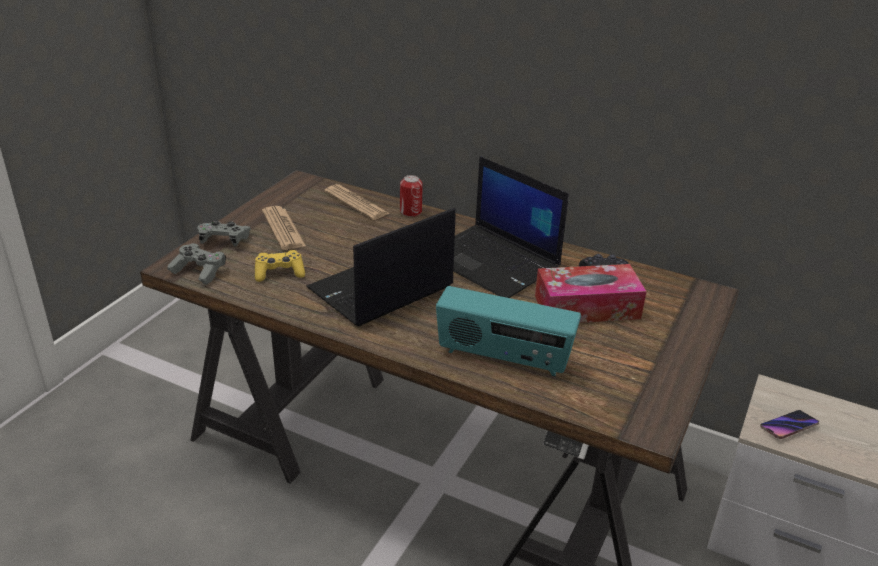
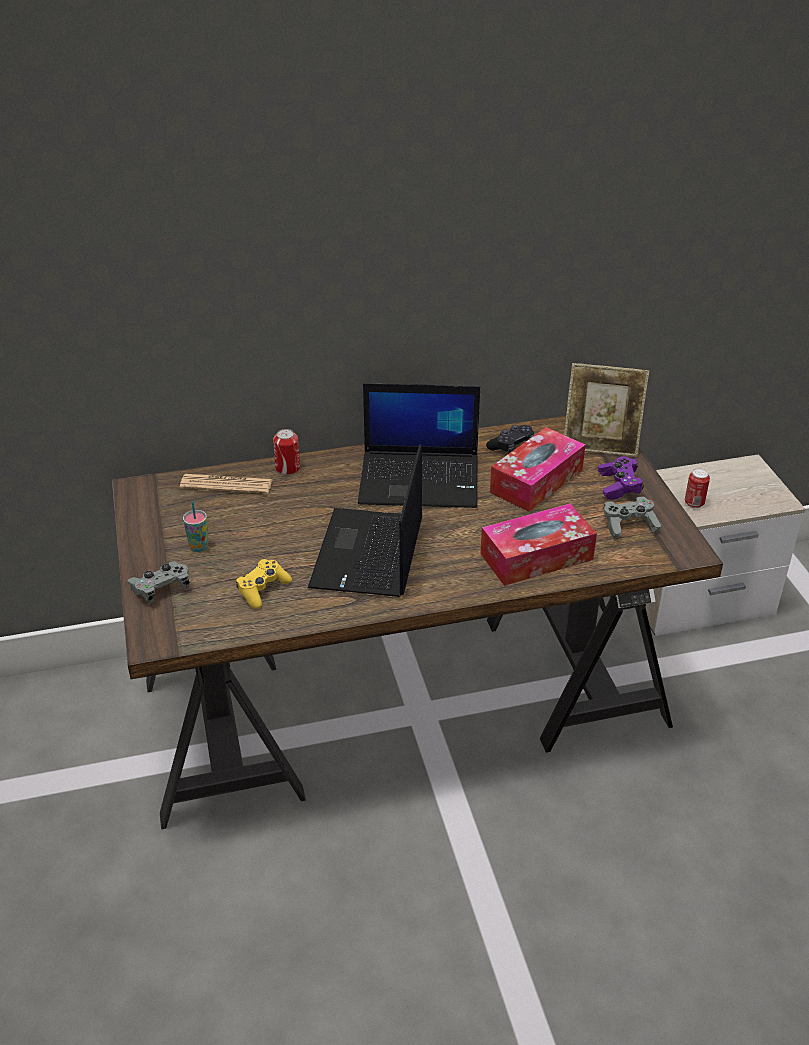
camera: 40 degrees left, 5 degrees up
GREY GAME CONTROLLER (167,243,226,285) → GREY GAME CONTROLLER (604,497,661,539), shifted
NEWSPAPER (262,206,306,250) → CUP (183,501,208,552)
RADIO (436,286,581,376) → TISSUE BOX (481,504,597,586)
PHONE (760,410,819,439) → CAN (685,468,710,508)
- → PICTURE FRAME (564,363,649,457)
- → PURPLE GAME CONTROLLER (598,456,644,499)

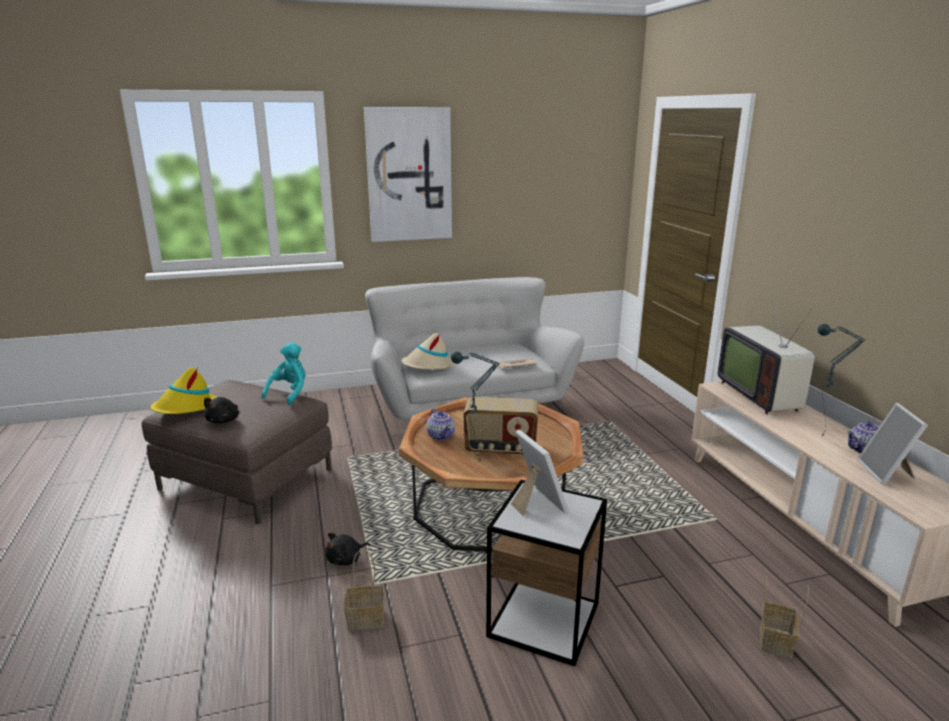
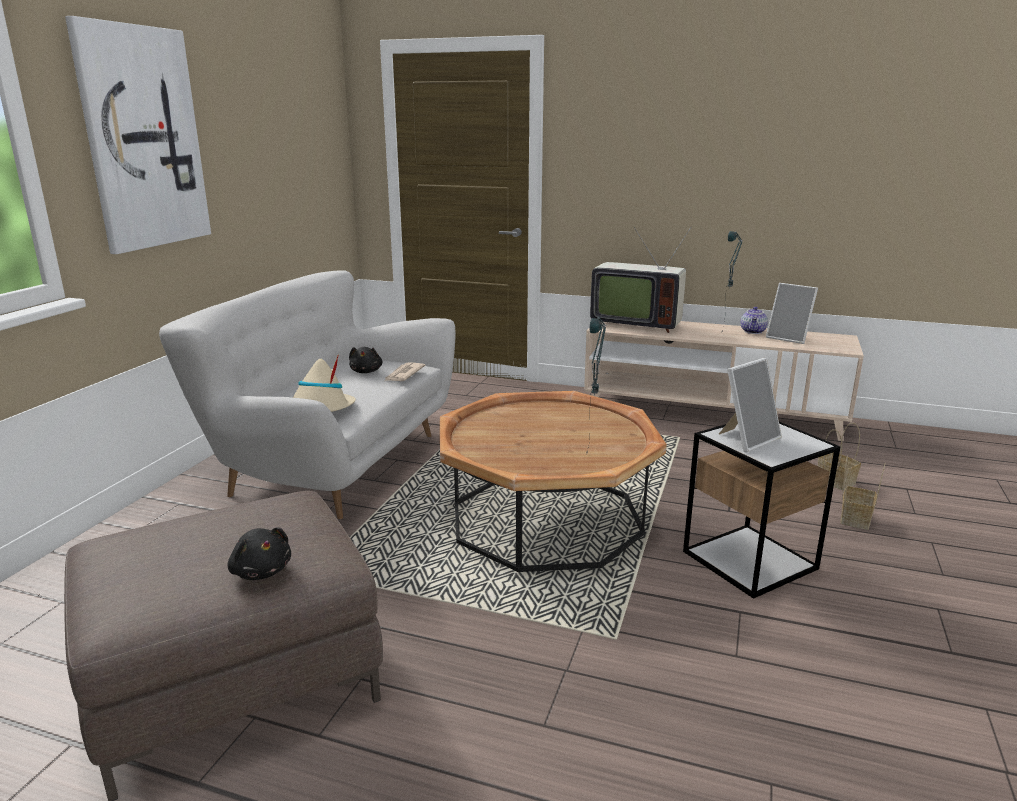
camera: 55 degrees left, 0 degrees up
YELLOW HAT (150,367,217,414) → -
TURQUOISE PLUSH TOY (262,342,306,405) → -
BLACK PLUSH TOY (325,533,370,565) → BLACK PLUSH TOY (349,347,382,373), shifted
BASKET (344,550,384,630) → BASKET (841,455,886,530), shifted
TEAPOT (426,409,455,441) → -
RADIO (463,397,538,456) → -
PICTURE FRAME (511,430,568,516) → PICTURE FRAME (719,358,782,453), 135 degrees clockwise

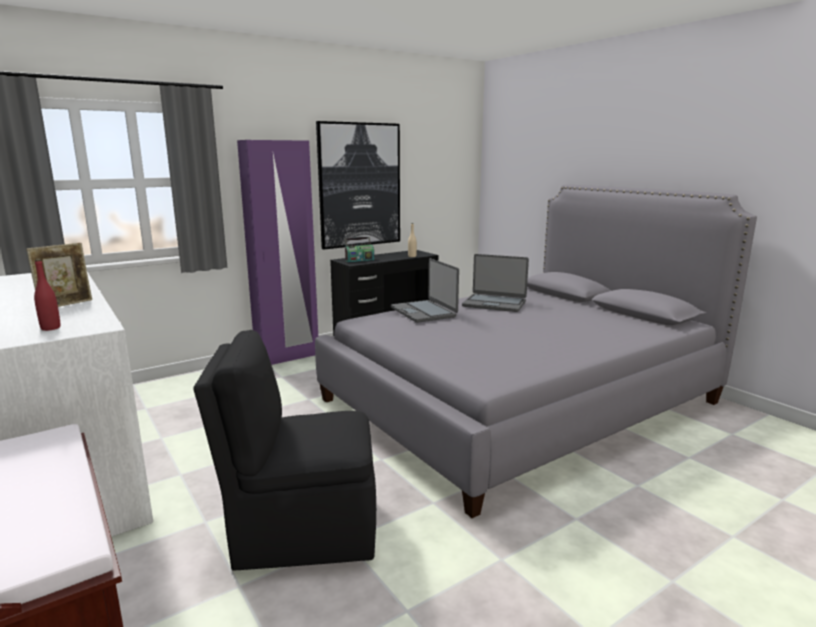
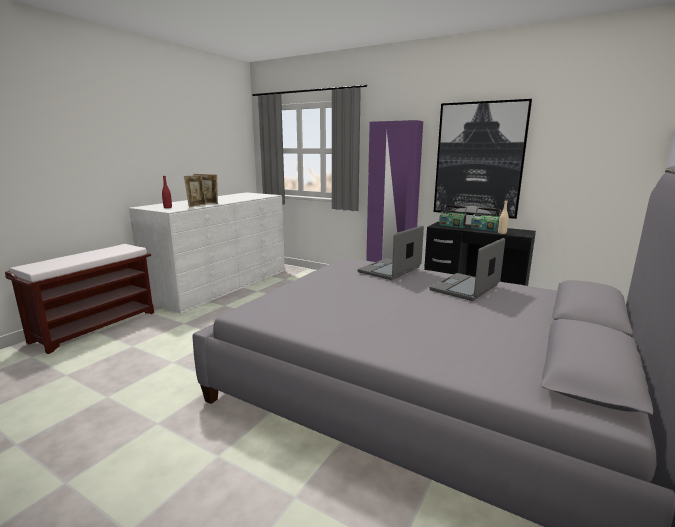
camera: 65 degrees right, 0 degrees up
BLACK CHAIR (193,330,376,571) → -
LAPTOP (462,254,529,312) → LAPTOP (429,238,505,301), 45 degrees clockwise
- → PICTURE FRAME (184,175,206,208)
- → RADIO (471,207,501,231)

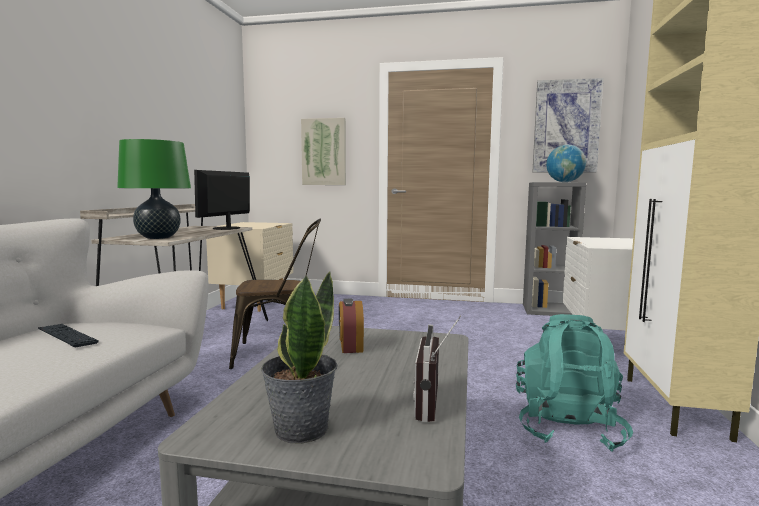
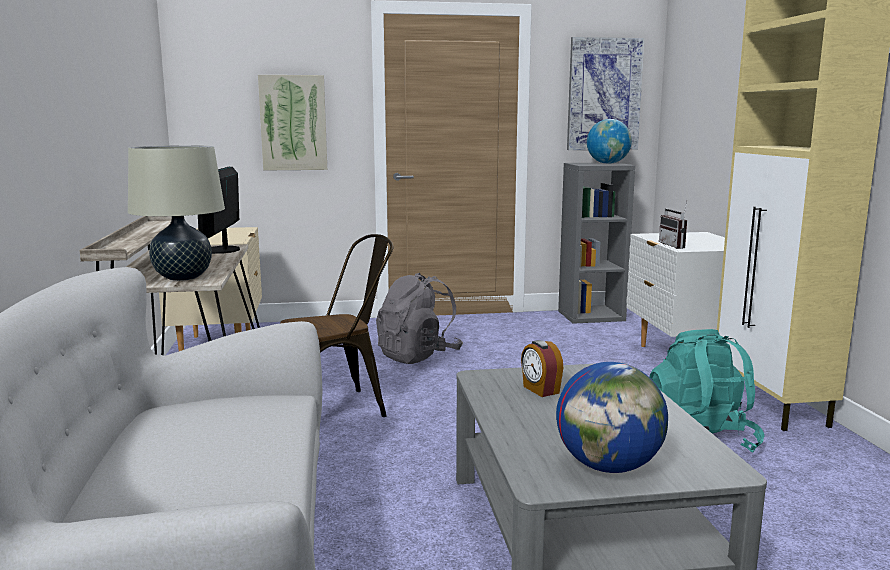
camera: 20 degrees left, 5 degrees up
KEYBOARD (38,324,99,347) → -
GREEN TABLE LAMP (117,139,191,239) → BEIGE TABLE LAMP (128,145,225,281)
POTTED PLANT (261,271,337,444) → GLOBE (556,362,668,473)
RADIO (413,315,461,422) → RADIO (659,202,687,249), shifted
- → GREY BACKPACK (376,273,463,364)

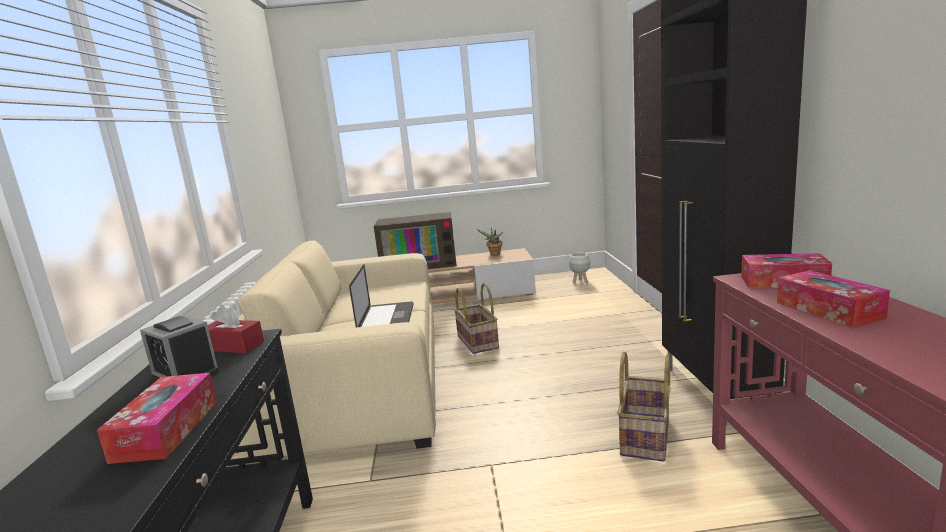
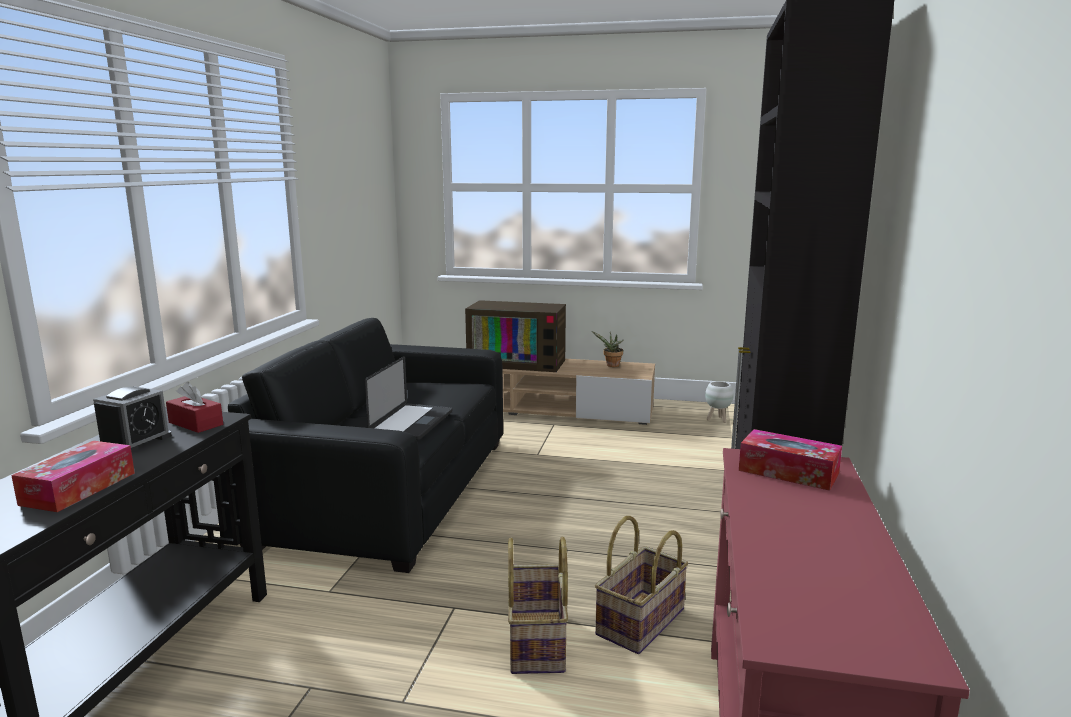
camera: 15 degrees right, 0 degrees up
ALARM CLOCK (140,315,220,380) → ALARM CLOCK (93,386,172,452), 120 degrees counterclockwise
BEIGE SOFA (238,240,436,462) → BLACK SOFA (214,318,503,573)
BASKET (454,283,499,354) → BASKET (508,536,568,674), shifted
TISSUE BOX (777,270,890,328) → -

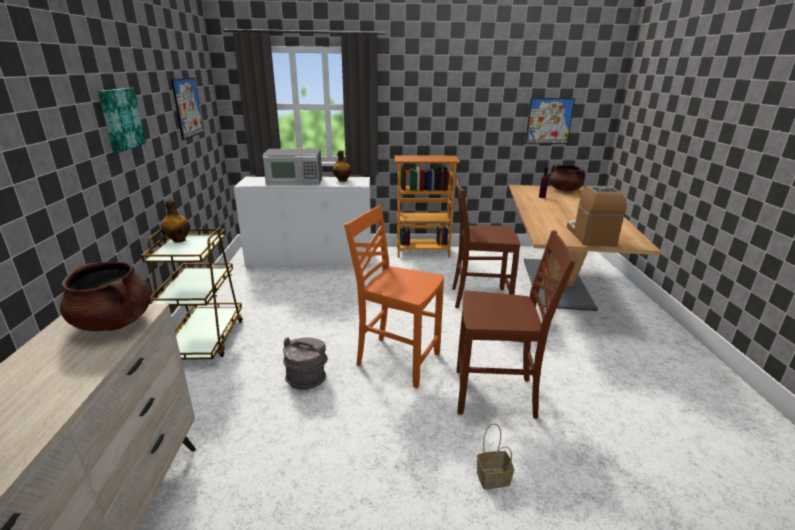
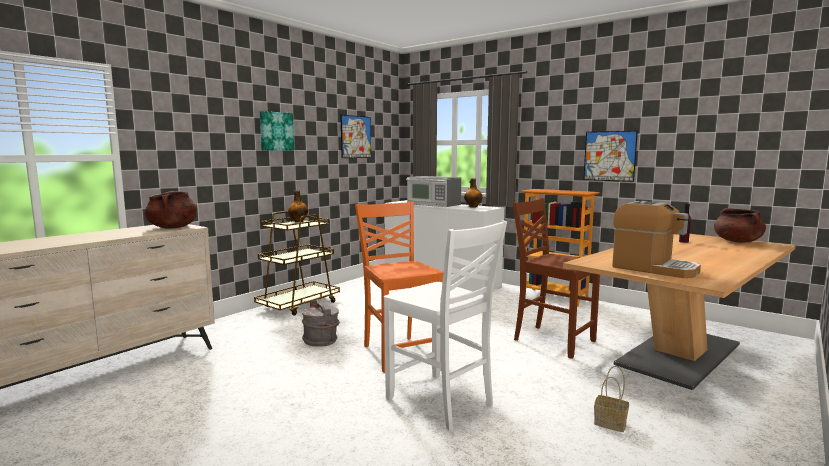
camera: 40 degrees right, 15 degrees down
BROWN CHAIR (457,230,576,419) → WHITE CHAIR (384,220,507,431)
BASKET (477,424,514,489) → BASKET (594,366,629,432), shifted
PICTURE (525,98,575,144) → PICTURE (583,131,638,182), shifted
COFFEE MACHINE (567,186,626,246) → COFFEE MACHINE (612,201,701,278), 90 degrees clockwise

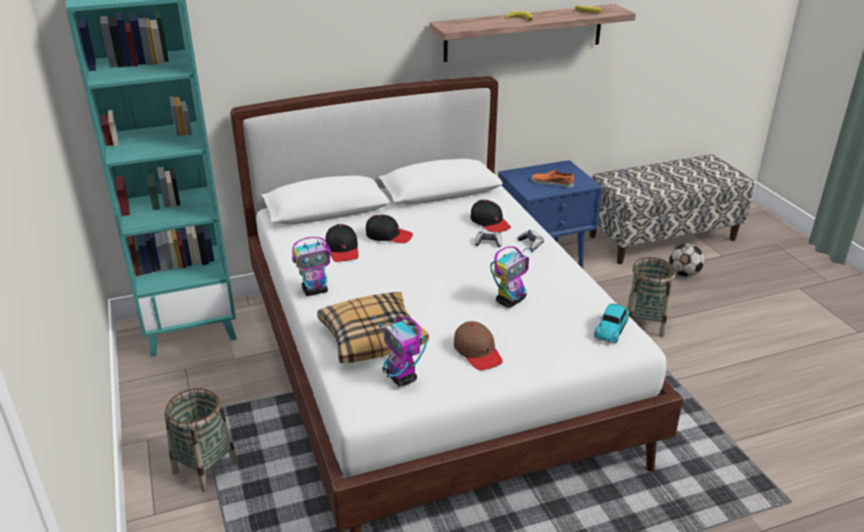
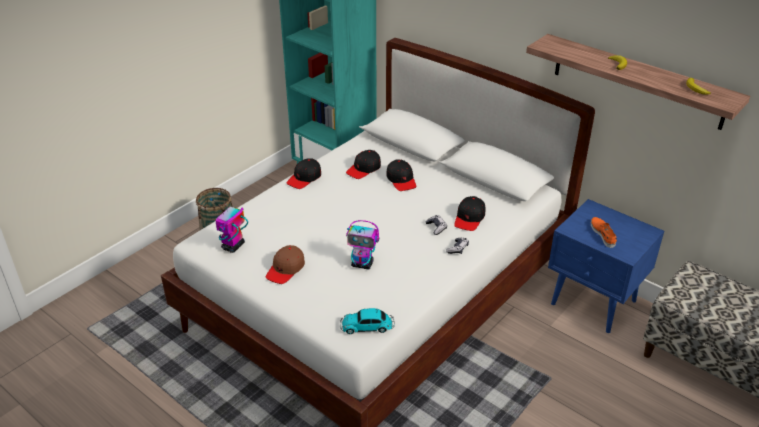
camera: 60 degrees right, 5 degrees up
TOY ROBOT (292,237,331,296) → BLACK CAP (287,158,321,189)
PILLOW (317,292,429,363) → -
BASKET (627,257,676,337) → -
FOOTBALL (669,243,704,277) → -

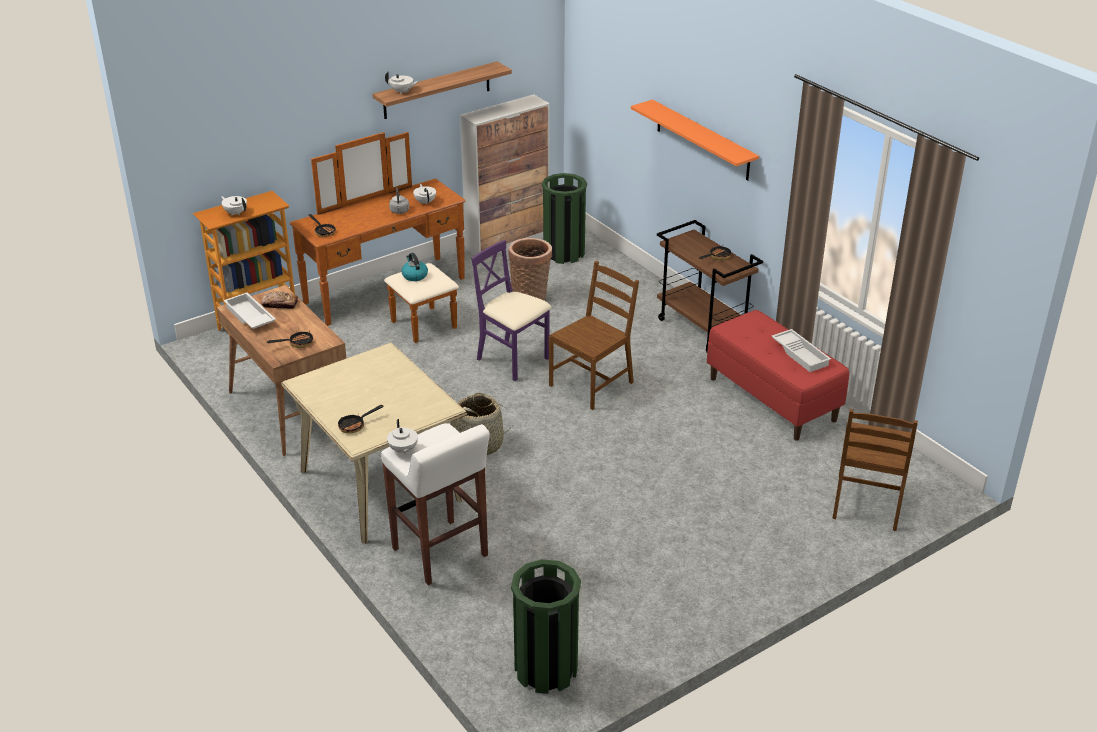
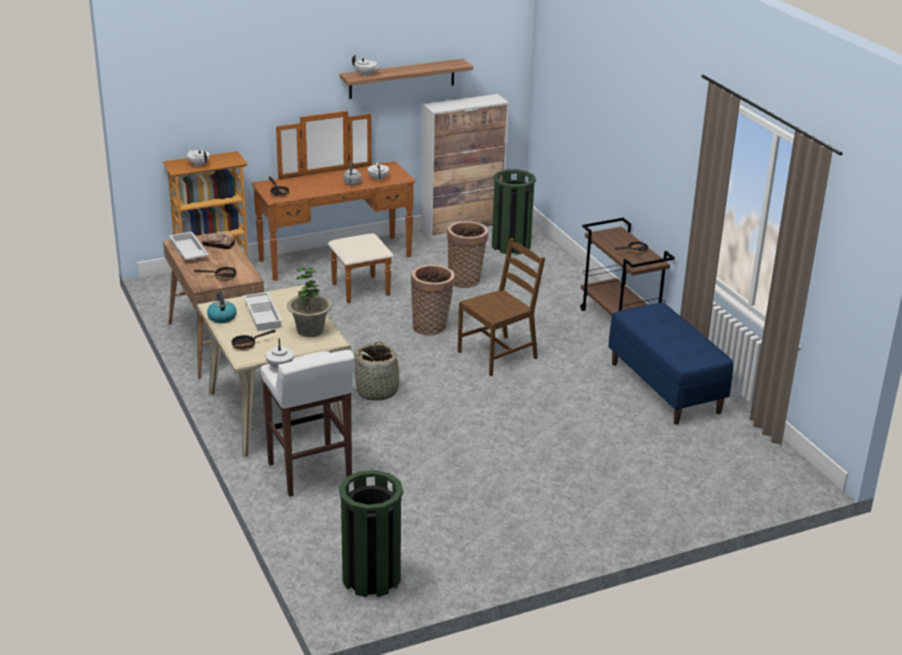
camera: 10 degrees right, 5 degrees down
KETTLE (401,253,428,281) → KETTLE (207,292,237,323), shifted
PURPLE CHAIR (471,240,552,381) → BASKET (411,265,455,336)
ORANGE SHELF (631,100,759,181) → -
RED BENCH (707,310,849,441) → BLUE BENCH (608,303,733,425)
WHITE TRAY (771,329,831,372) → WHITE TRAY (243,292,282,331), shifted
BROWN CHAIR (832,409,918,531) → -
- → POTTED PLANT (287,268,332,337)

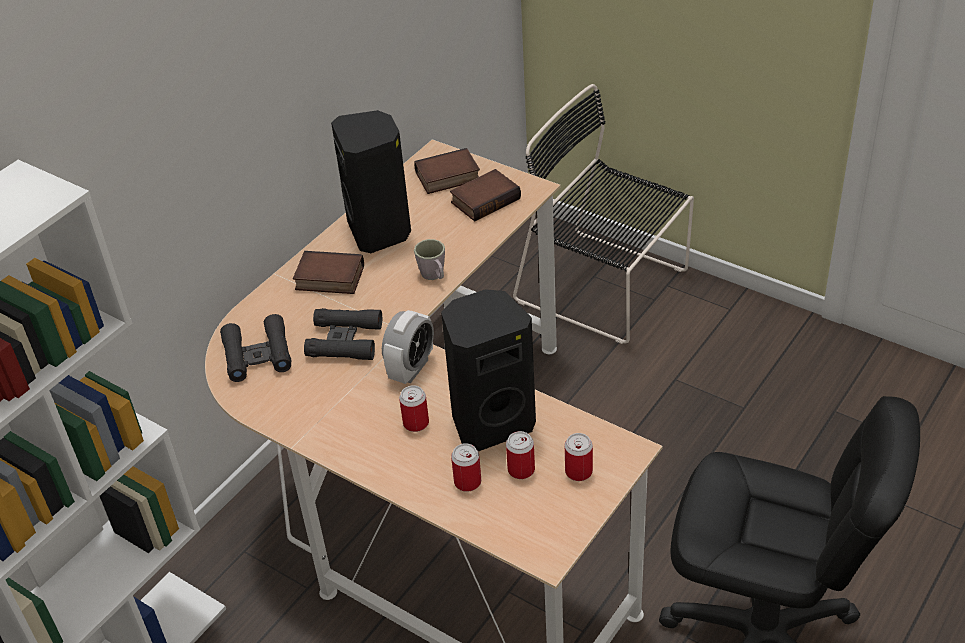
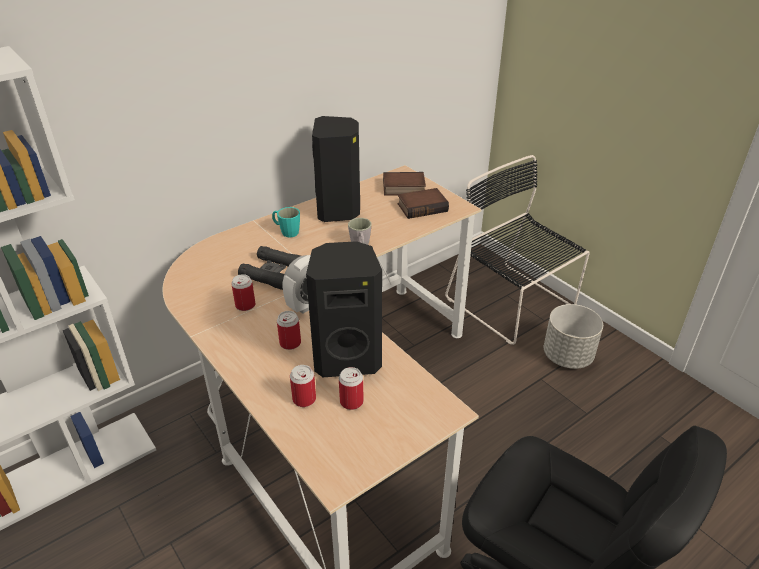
camera: 15 degrees right, 5 degrees down
BLACK BINOCULARS (220,314,291,382) → -
BOOK (293,251,364,294) → TURQUOISE MUG (272,207,300,237)
CAN (565,433,593,481) → CAN (231,274,255,311), shifted
- → GREY PLANTER (544,304,603,369)

